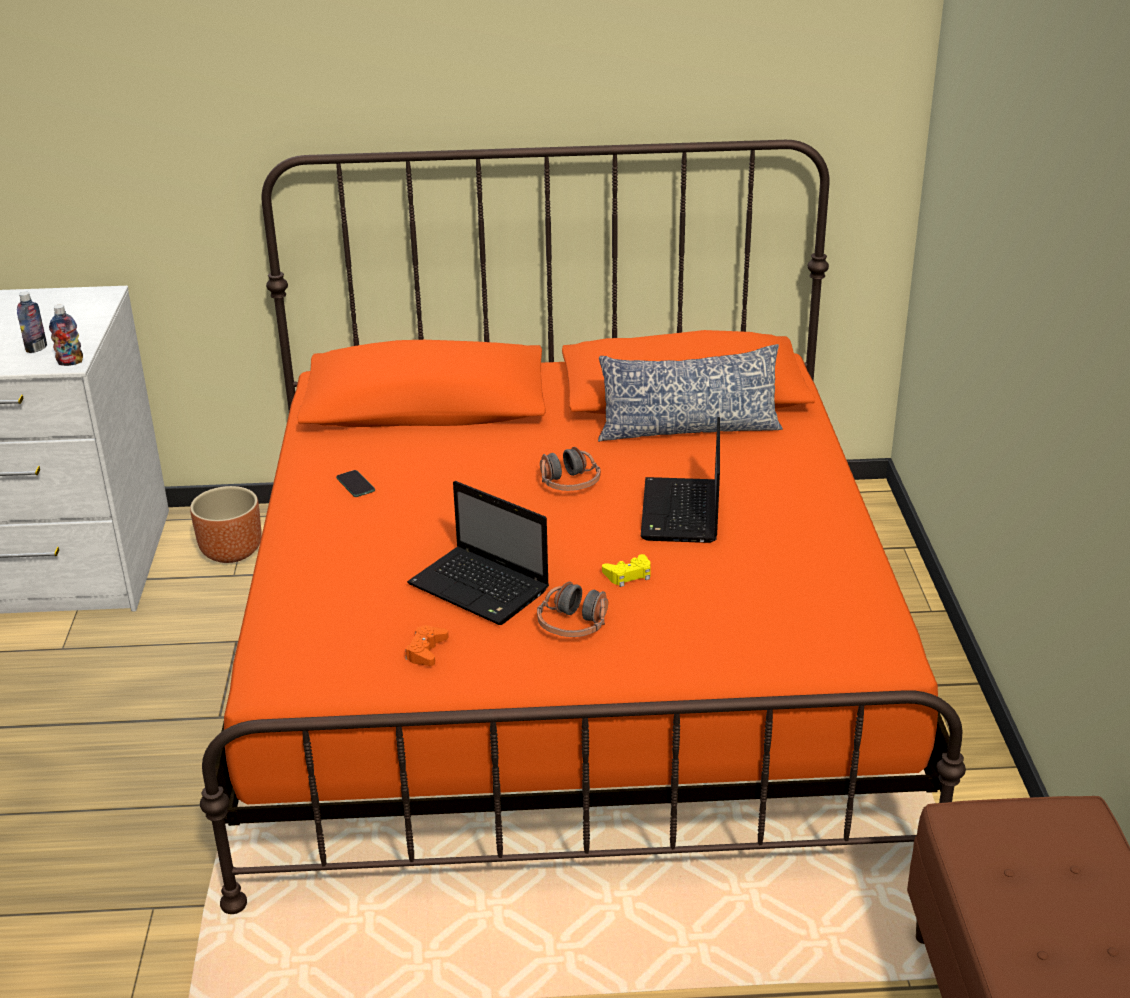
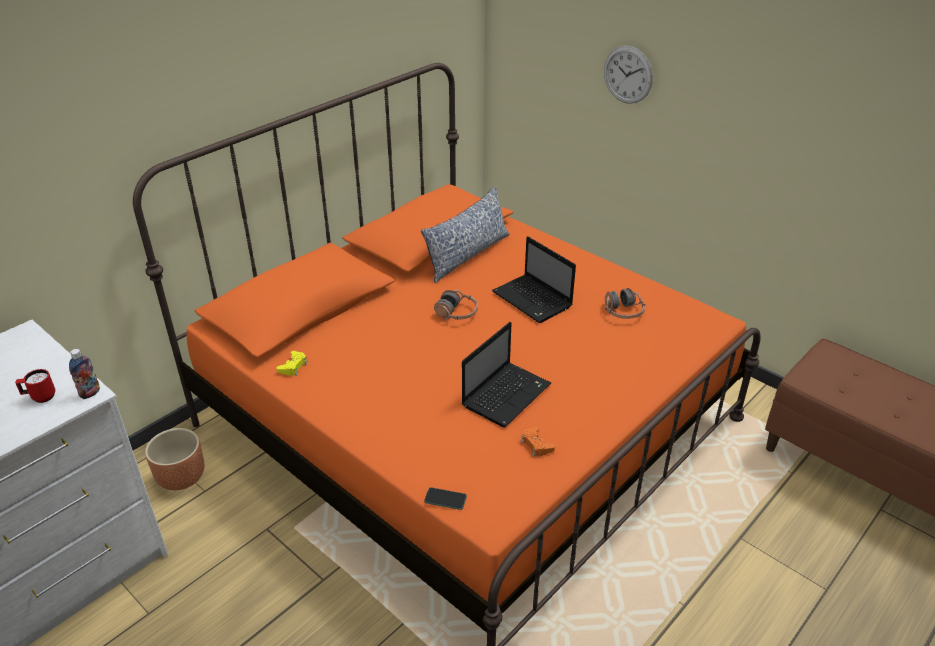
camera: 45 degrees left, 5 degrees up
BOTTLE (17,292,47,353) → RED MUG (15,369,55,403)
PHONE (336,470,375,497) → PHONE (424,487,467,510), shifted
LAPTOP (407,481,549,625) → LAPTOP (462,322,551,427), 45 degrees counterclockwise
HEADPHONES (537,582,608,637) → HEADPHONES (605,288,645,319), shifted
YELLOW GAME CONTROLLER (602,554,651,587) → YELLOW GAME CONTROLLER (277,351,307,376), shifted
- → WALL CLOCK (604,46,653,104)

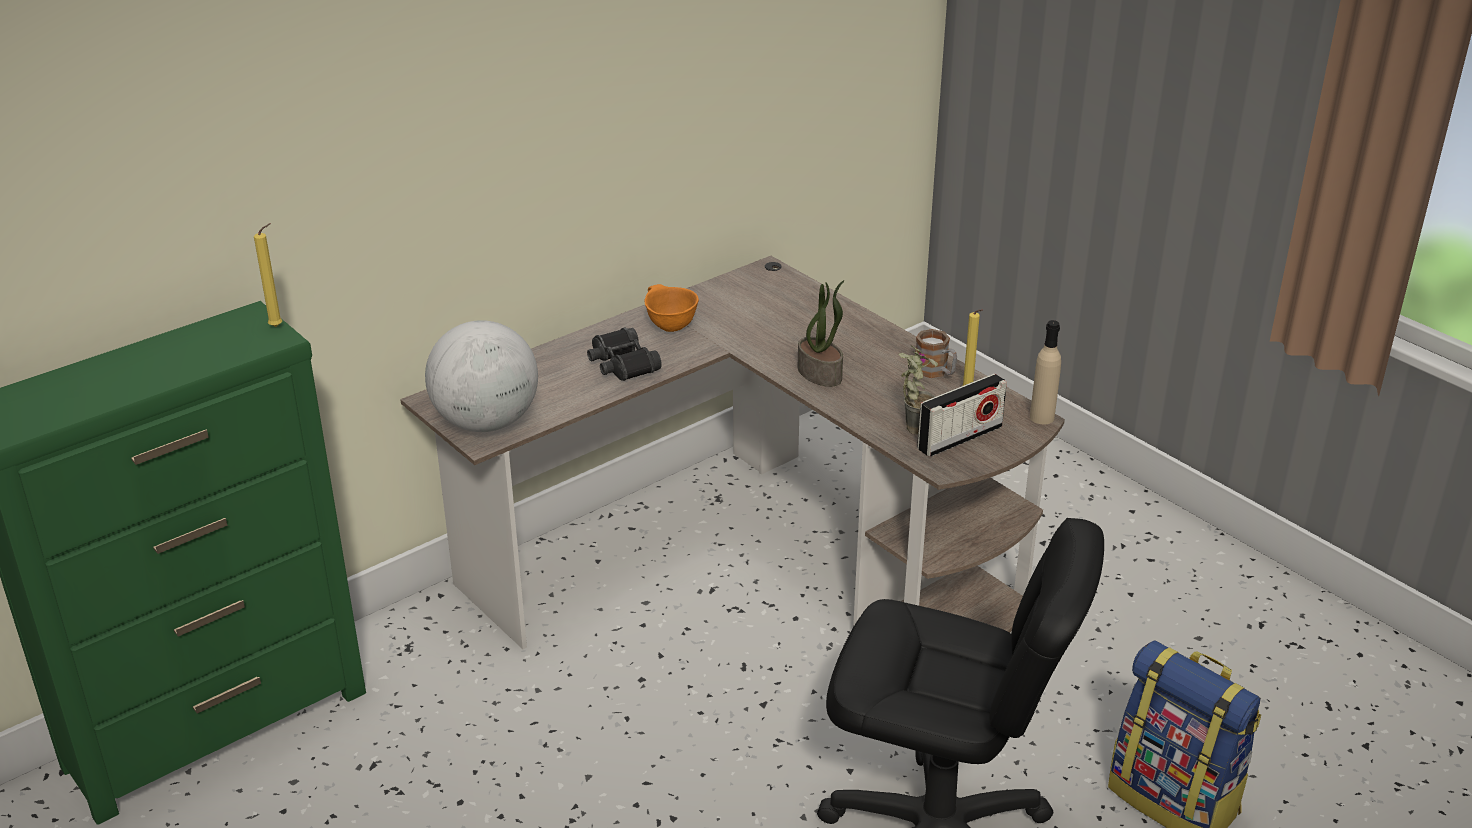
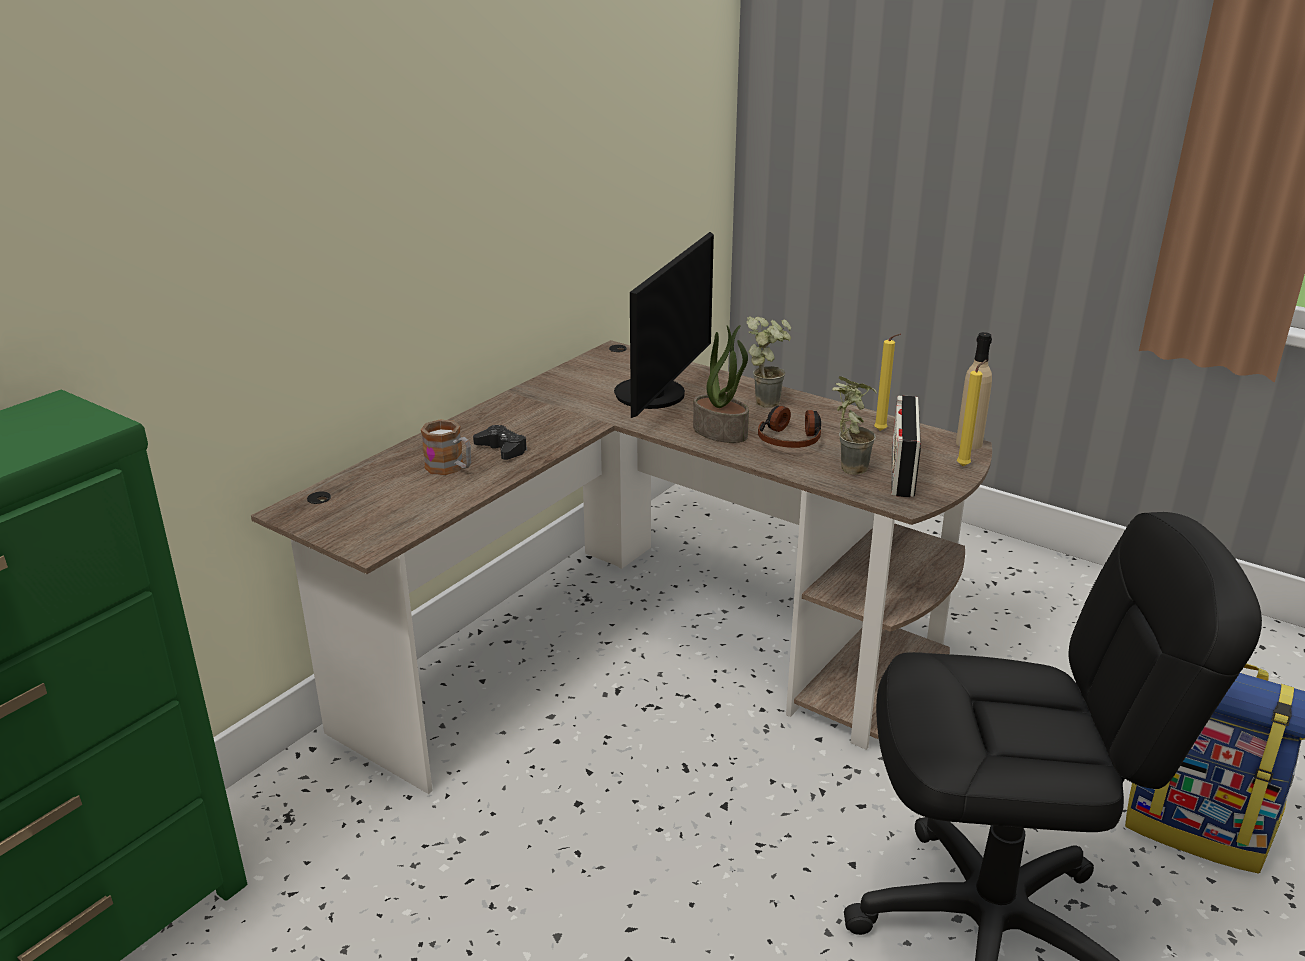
camera: 15 degrees left, 5 degrees down
YELLOW CANDLE (254,223,282,327) → YELLOW CANDLE (957,360,987,466), shifted
GLOBE (425,320,538,432) → -
BLACK BINOCULARS (587,328,662,381) → BLACK GAME CONTROLLER (473,425,527,460)
ORANGE BOWL (645,284,699,332) → -
MUG (915,329,957,378) → MUG (421,420,471,475), shifted
RADIO (917,374,1007,457) → RADIO (891,395,921,497), 150 degrees clockwise
- → MONITOR (614,232,714,418)
- → POTTED PLANT (746,316,791,408)
- → HEADPHONES (758,406,821,448)

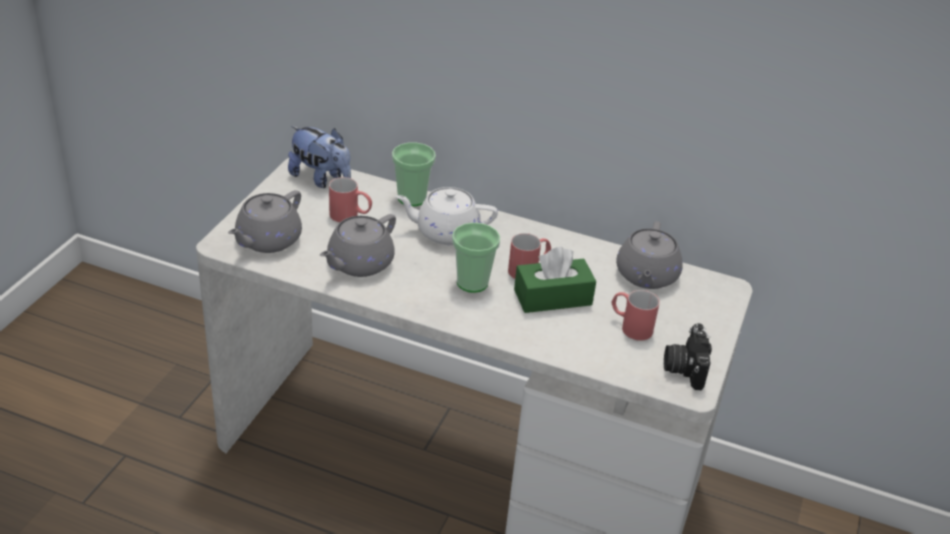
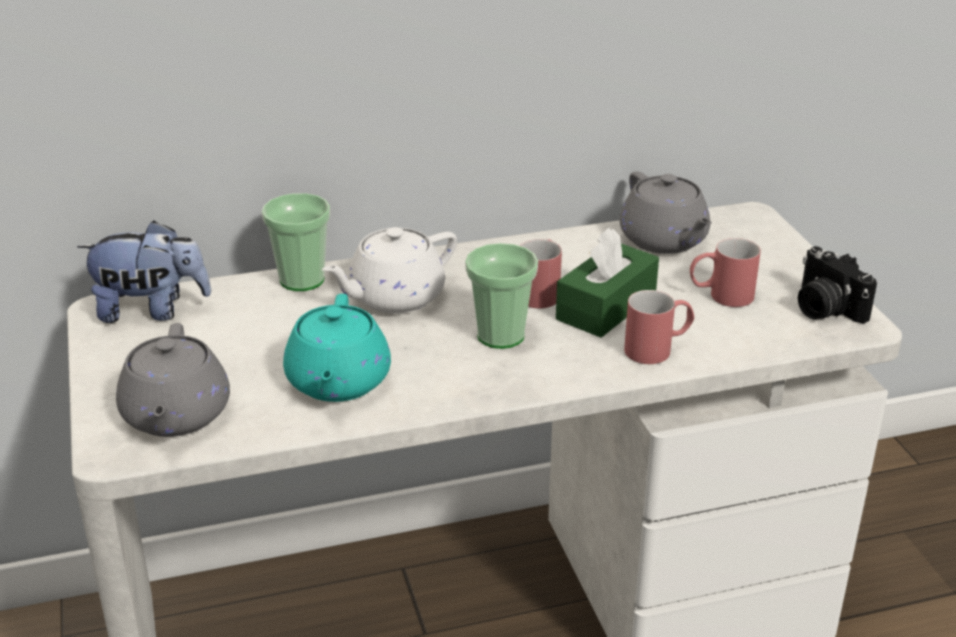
camera: 35 degrees left, 5 degrees down
GREY TEAPOT (320,214,396,277) → TURQUOISE TEAPOT (283,294,391,402)
RED MUG (329,177,372,222) → RED MUG (624,290,694,364), shifted

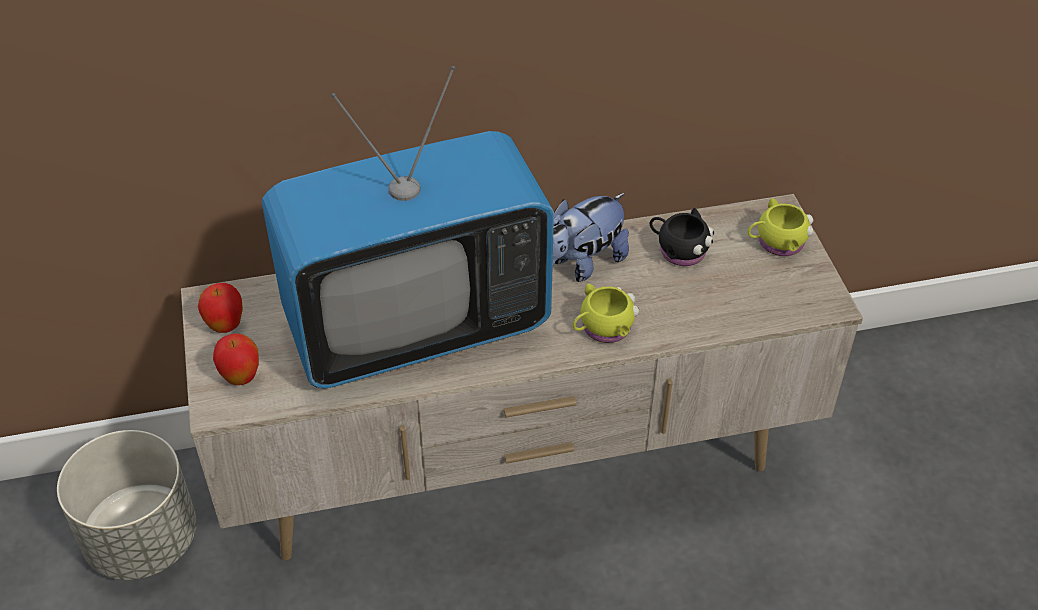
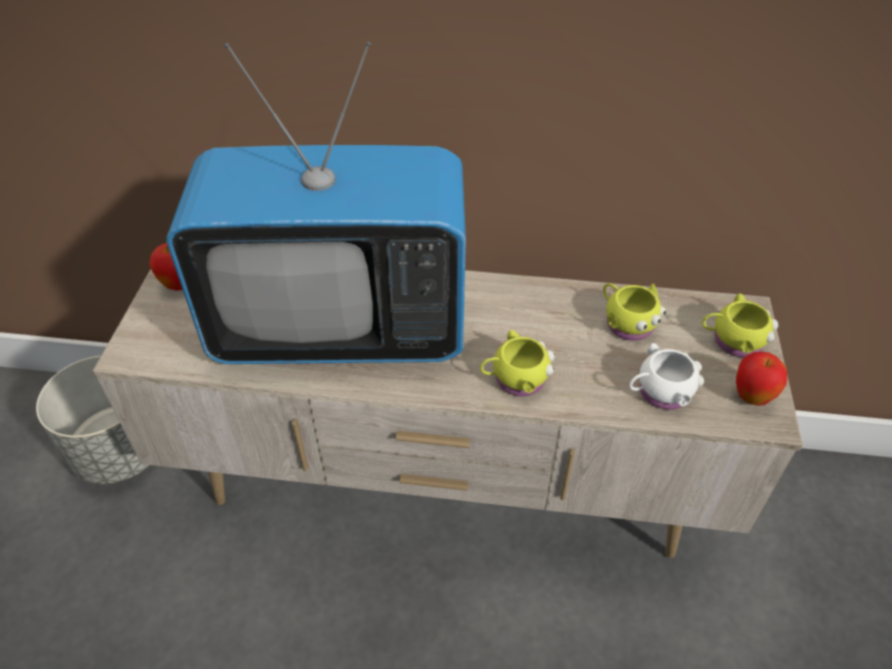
camera: 20 degrees right, 0 degrees up
APPLE (213,333,259,385) → APPLE (736,352,787,406), shifted
PLUSH TOY (553,193,629,282) → -
BLACK MUG (650,208,714,266) → YELLOW MUG (603,283,666,341)
- → WHITE MUG (629,343,704,410)

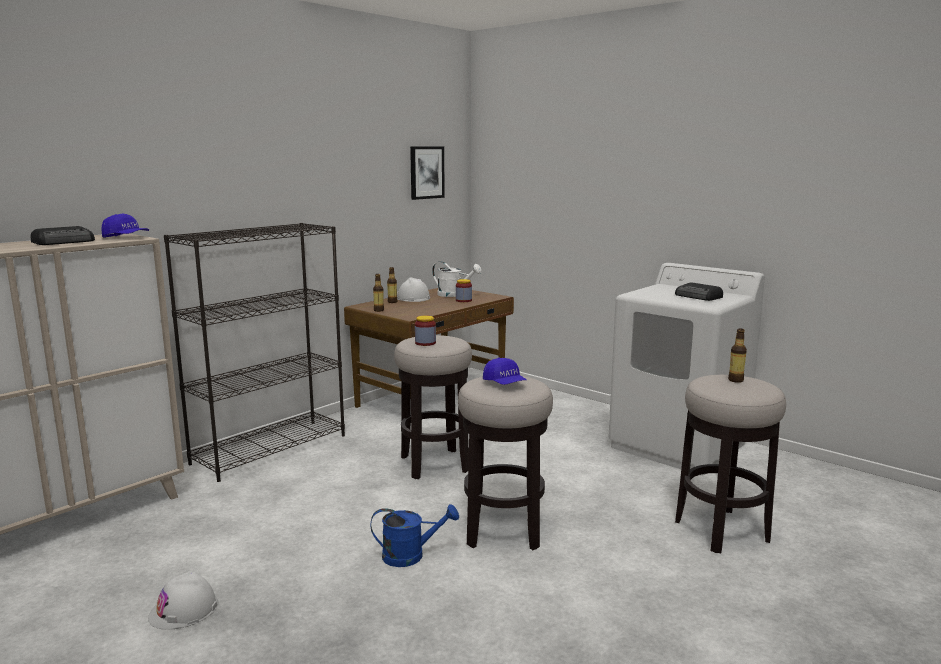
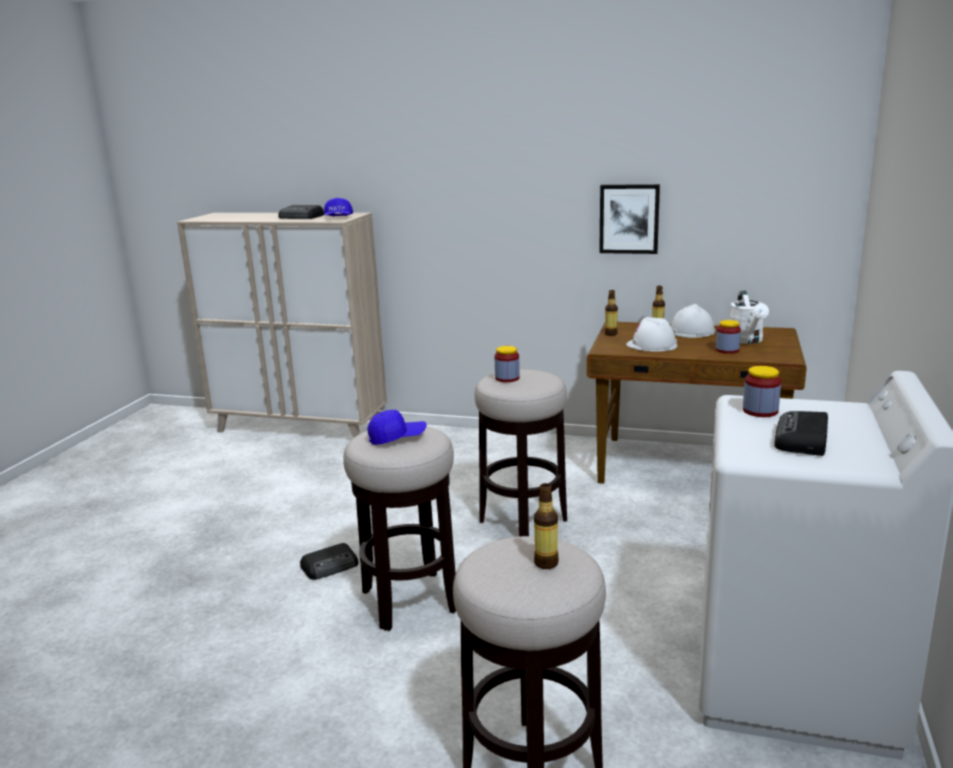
camera: 65 degrees right, 5 degrees up
WHITE HARD HAT (148,571,218,630) → WHITE HARD HAT (626,317,677,352), shifted
BLACK BOOKCASE (164,223,345,482) → -
BLUE WATERING CAN (371,504,459,567) → RADIO (300,543,359,580)
PICTURE (410,146,445,200) → PICTURE (599,184,660,254), shifted
BLUE CAP (483,358,527,385) → BLUE CAP (368,410,427,445), 135 degrees counterclockwise
- → JAR (743,366,781,417)

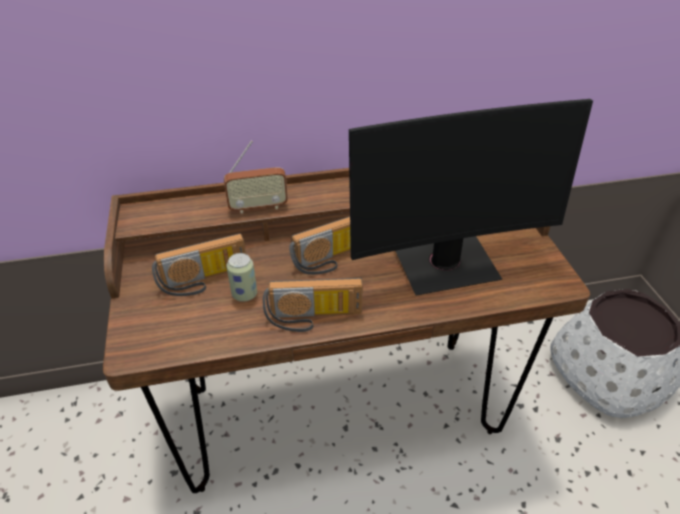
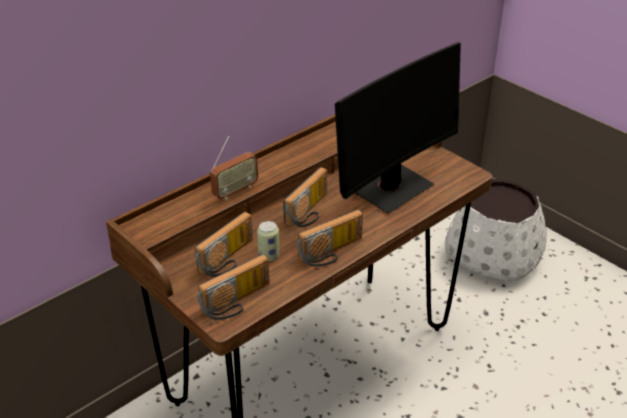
camera: 30 degrees left, 5 degrees down
- → RADIO (198,254,269,320)

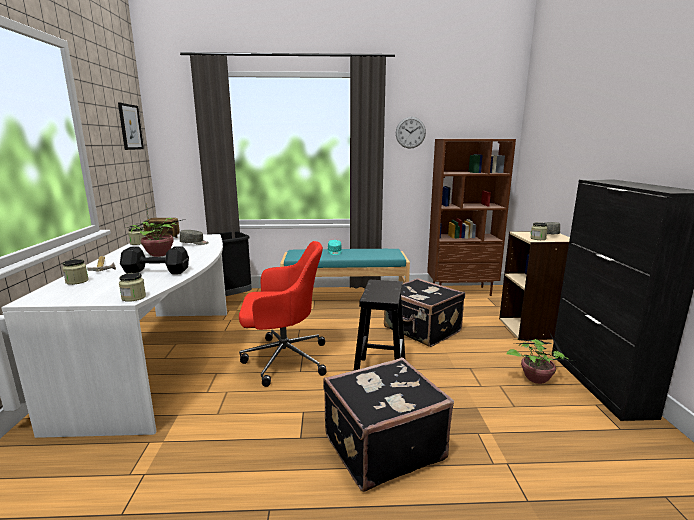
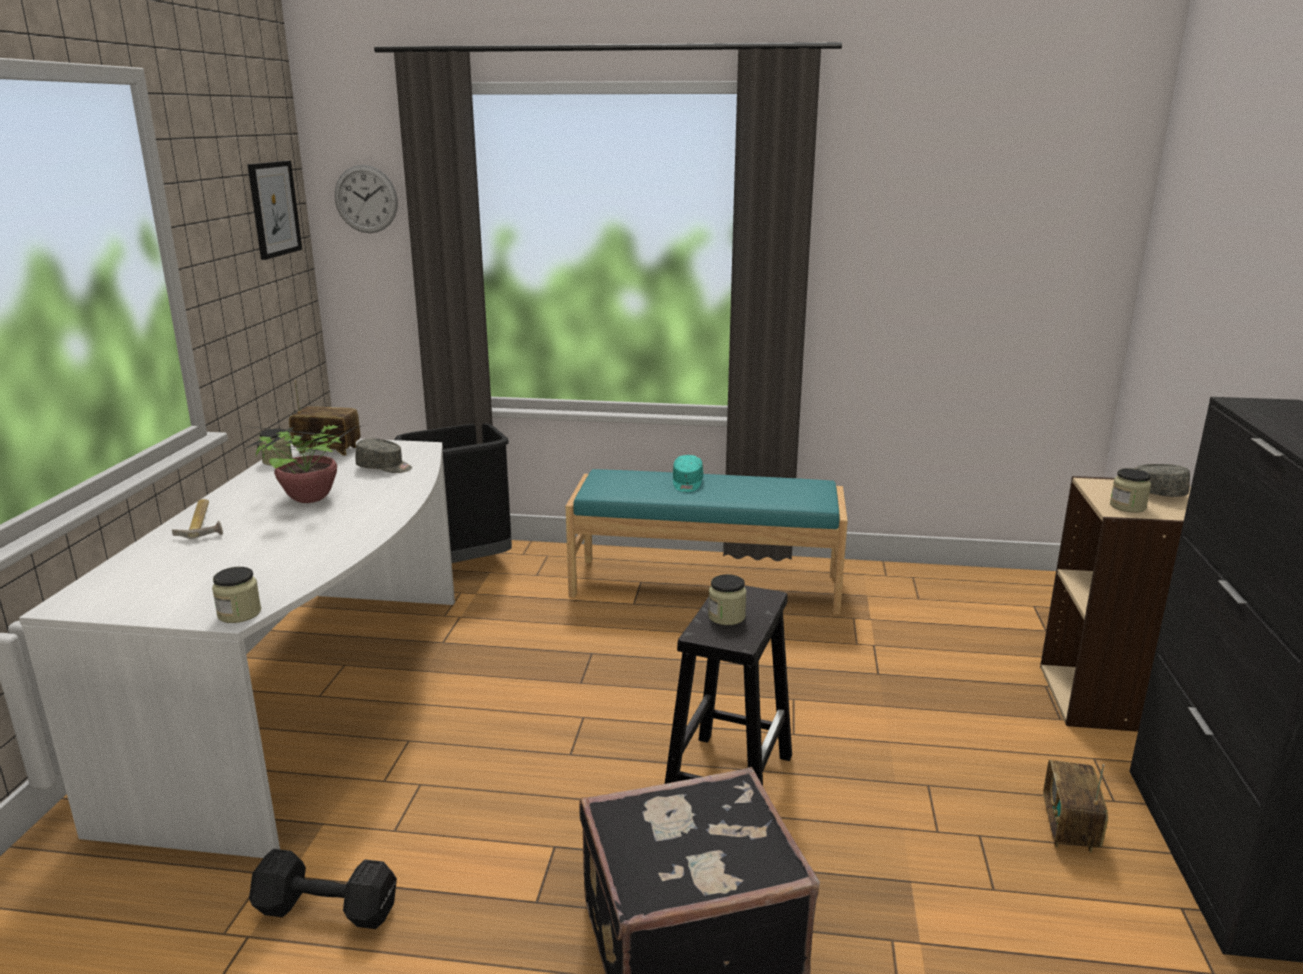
camera: 10 degrees right, 5 degrees up
JAR (62,259,89,285) → JAR (708,574,747,625), shifted
BLACK DUMBBELL (120,246,189,274) → BLACK DUMBBELL (249,849,397,929), shifted
RED OFFICE CHAIR (239,241,326,387) → -
BLACK SUITCASE (384,278,465,347) → -
WALL CLOCK (396,117,426,149) → WALL CLOCK (335,165,398,233), shifted
BROWN BOOKCASE (427,139,516,296) → -
POTTED PLANT (507,332,581,384) → RADIO (1043,760,1108,853)

